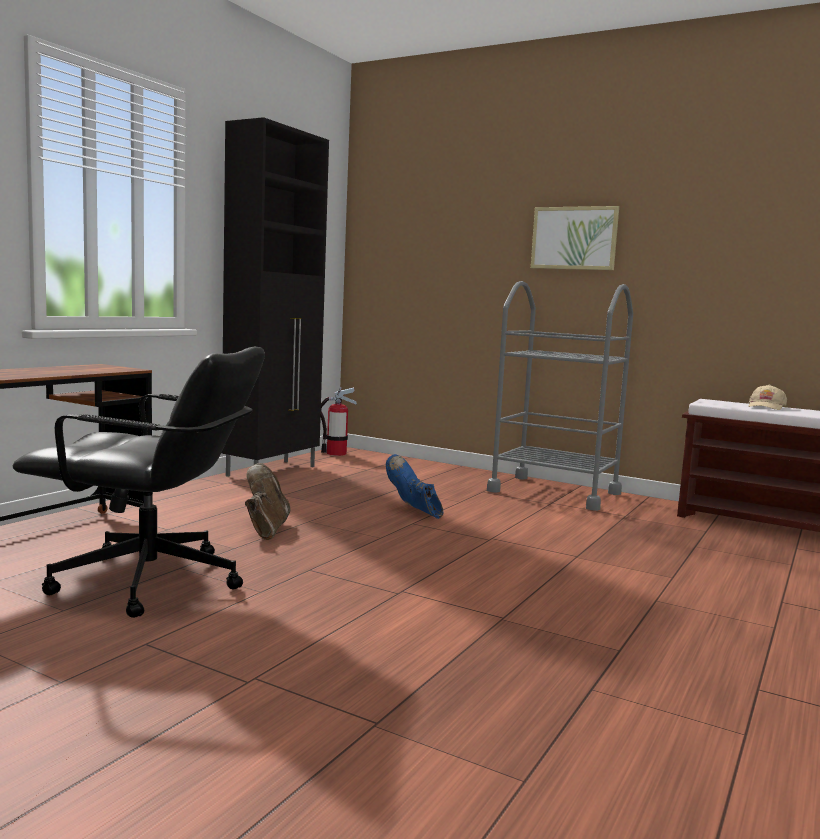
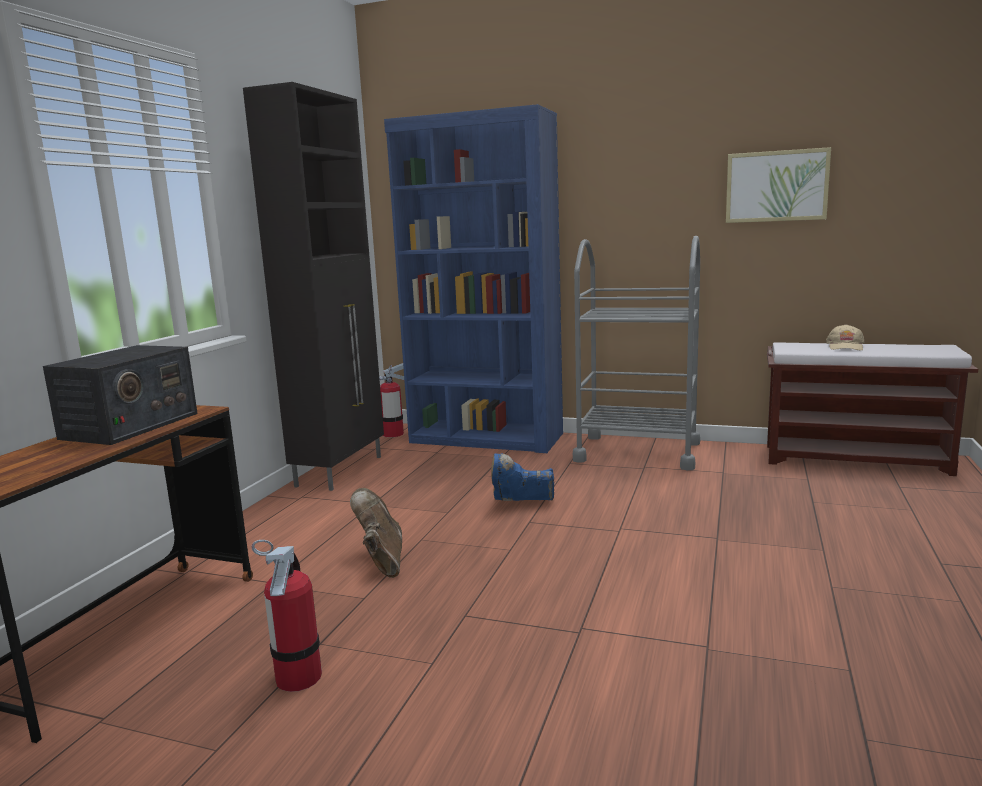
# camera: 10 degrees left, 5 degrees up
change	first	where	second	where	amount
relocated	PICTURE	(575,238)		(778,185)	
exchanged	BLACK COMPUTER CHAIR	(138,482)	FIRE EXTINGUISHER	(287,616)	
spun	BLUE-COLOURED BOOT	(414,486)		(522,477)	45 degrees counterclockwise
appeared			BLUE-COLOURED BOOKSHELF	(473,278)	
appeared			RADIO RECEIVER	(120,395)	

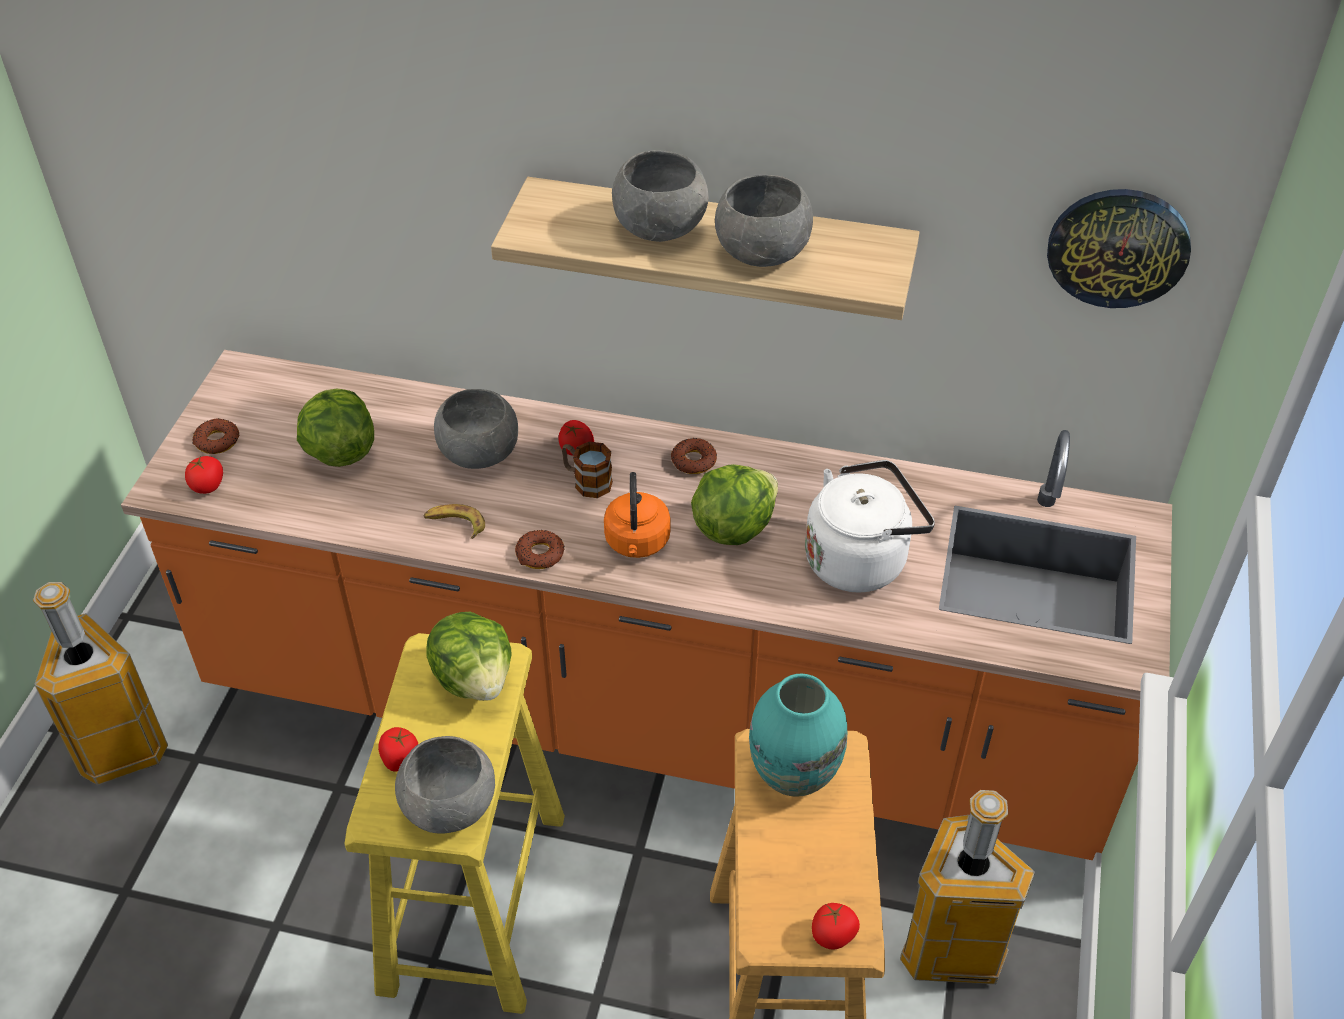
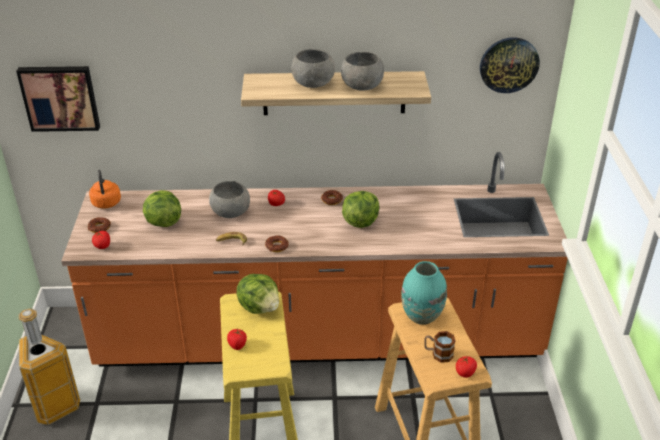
# camera: 15 degrees left, 10 degrees down
change	first	where	second	where	amount
relocated	COFFEE MUG	(587,470)		(439,347)	
missing	WHITISH TEA KETTLE	(870,526)			
relocated	ORANGEY TEA KETTLE	(637,515)		(105,189)	
missing	GRAY DEEP DISH	(445,785)			
missing	TRASH CAN	(967,887)			
appeared			PICTURE	(58,99)	

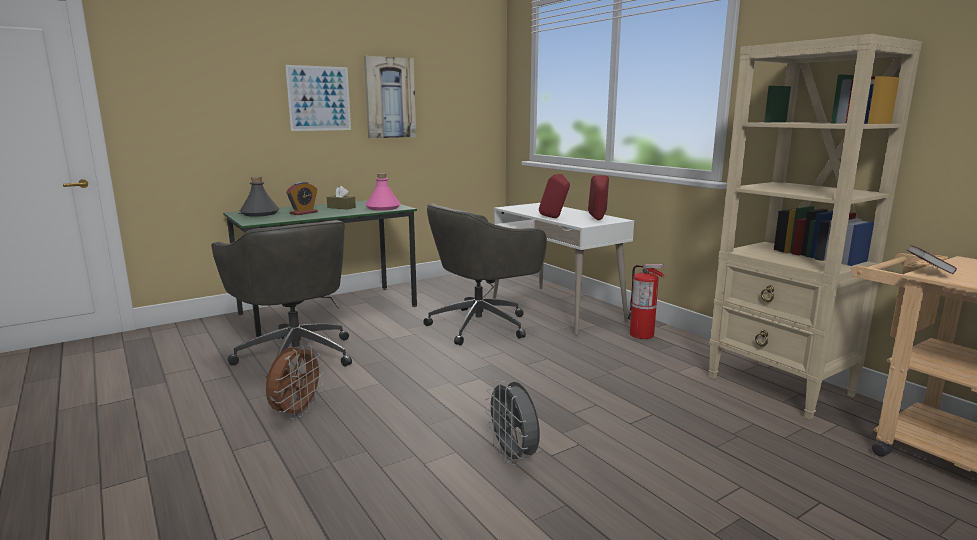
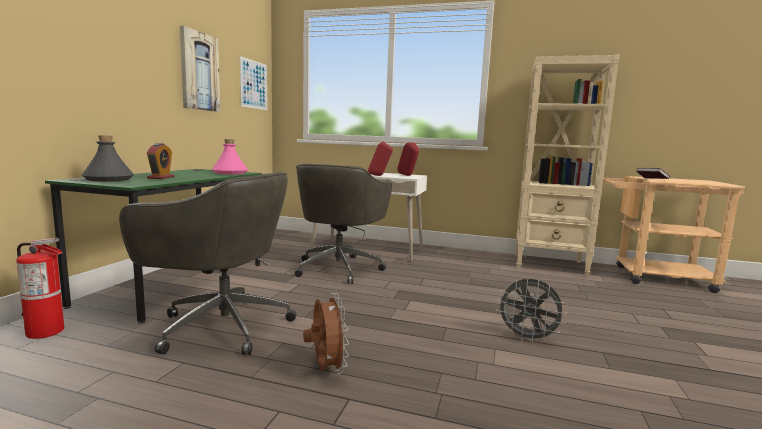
# camera: 40 degrees left, 5 degrees down
change	first	where	second	where	amount
relocated	PICTURE	(318,98)		(253,83)	
missing	BROWN TISSUE BOX	(341,198)			
relocated	FIRE EXTINGUISHER	(646,301)		(40,288)	

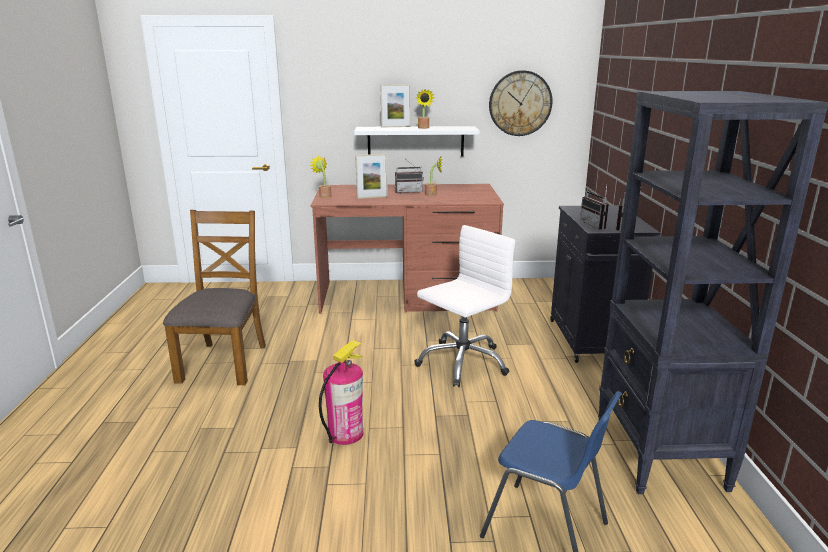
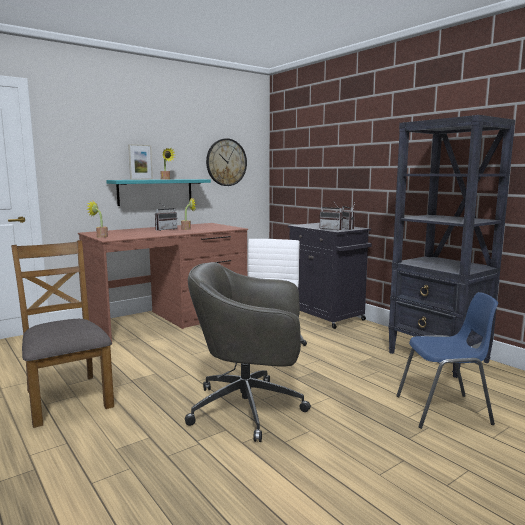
# camera: 35 degrees left, 10 degrees down
change	first	where	second	where	amount
colour	WHITISH WALL SHELF	(417,141)	BLUE-GREEN WALL SHELF	(158,192)	
missing	STANDING FRAME	(371,176)			
exchanged	FIRE EXTINGUISHER	(341,392)	GRAY COMPUTER CHAIR	(248,352)	

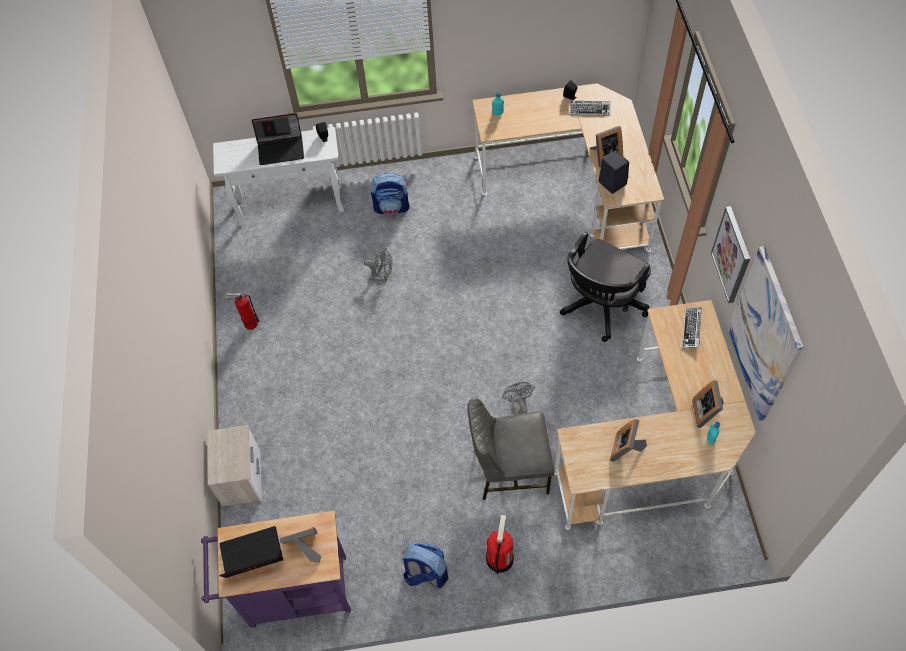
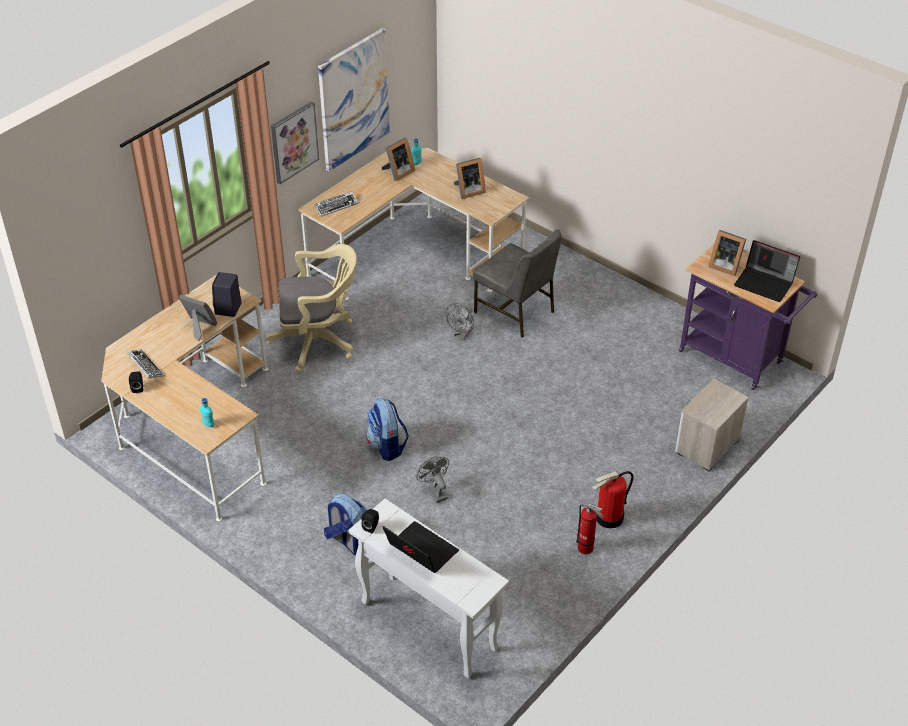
# camera: 135 degrees left, 15 degrees down
change	first	where	second	where	amount
colour	BLACK COMPUTER CHAIR	(605,287)	SAND-COLOURED COMPUTER CHAIR	(311,308)	
relocated	FIRE EXTINGUISHER	(500,544)		(613,499)	
relocated	RUCKSACK	(425,565)		(387,429)	

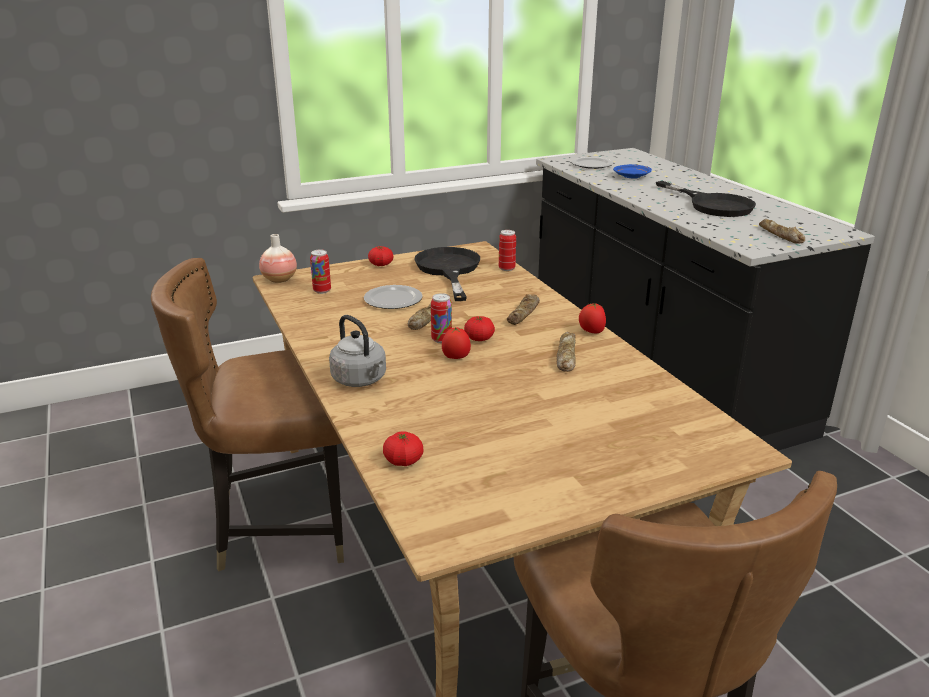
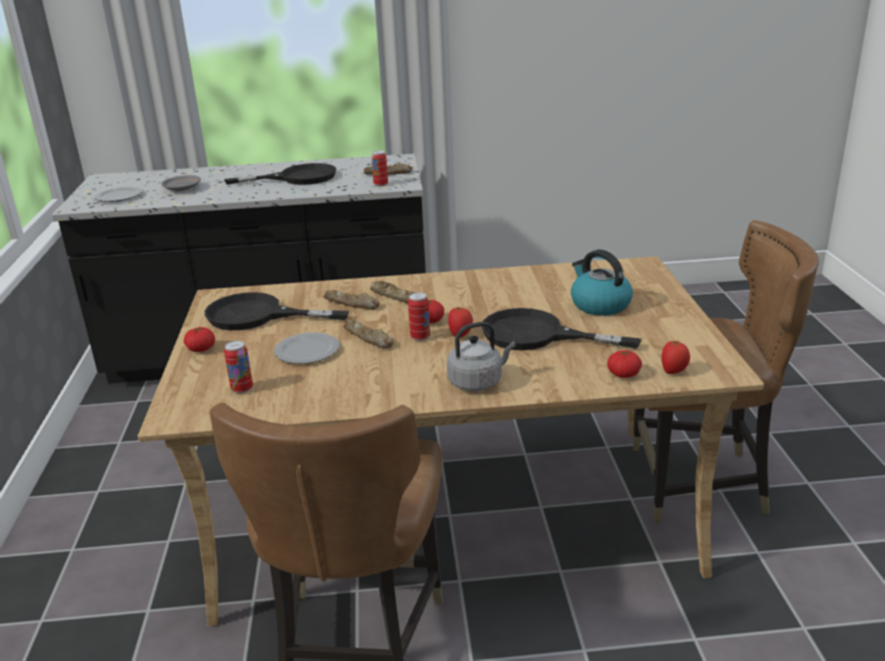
# camera: 70 degrees left, 0 degrees up
change	first	where	second	where	amount
colour	BLUE-COLOURED FLAT DISH	(632,171)	GRAY FLAT DISH	(181,183)	
relocated	SEALED CAN	(507,250)		(379,168)	
missing	VASE	(278,258)			
relocated	WHOLE TOMATO	(592,318)		(676,357)	
relocated	BREAD	(566,352)		(351,300)	
appeared			TEA KETTLE	(602,283)	
appeared			BLACK FRYING PAN	(561,329)	

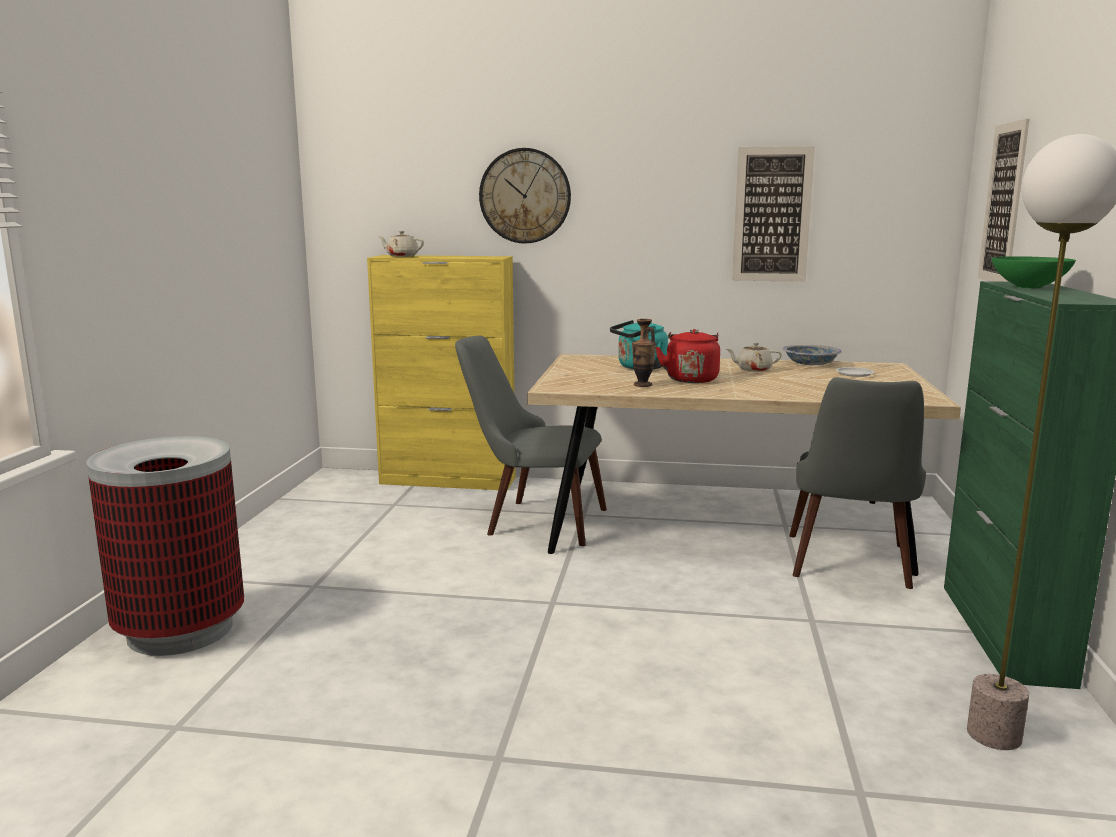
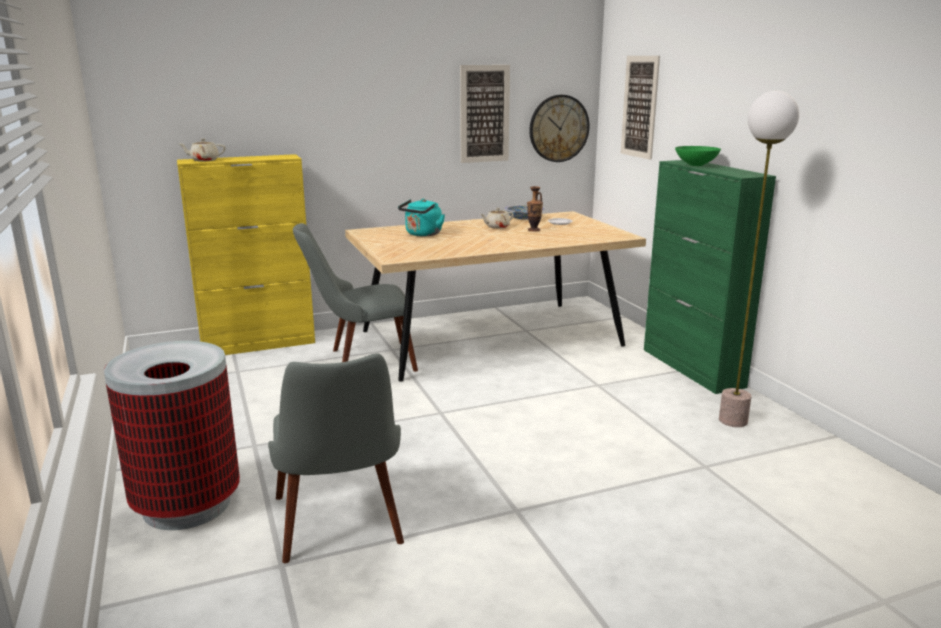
# camera: 30 degrees left, 5 degrees up
change	first	where	second	where	amount
relocated	WALL CLOCK	(525,196)		(559,128)	
relocated	VASE	(644,353)		(535,209)	
missing	RED TEA KETTLE	(688,356)			
relocated	GRAY PLAIN CHAIR	(857,483)		(336,458)	

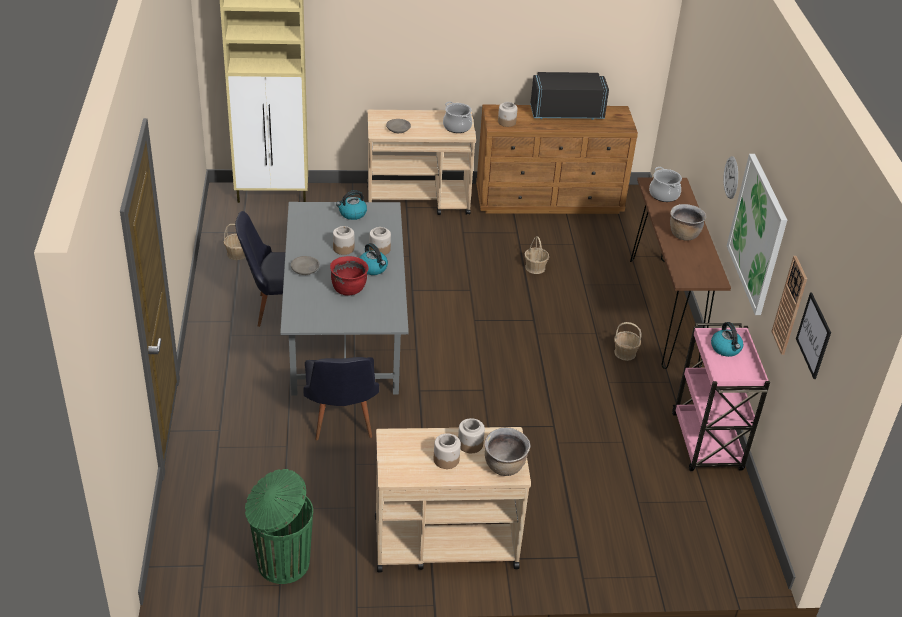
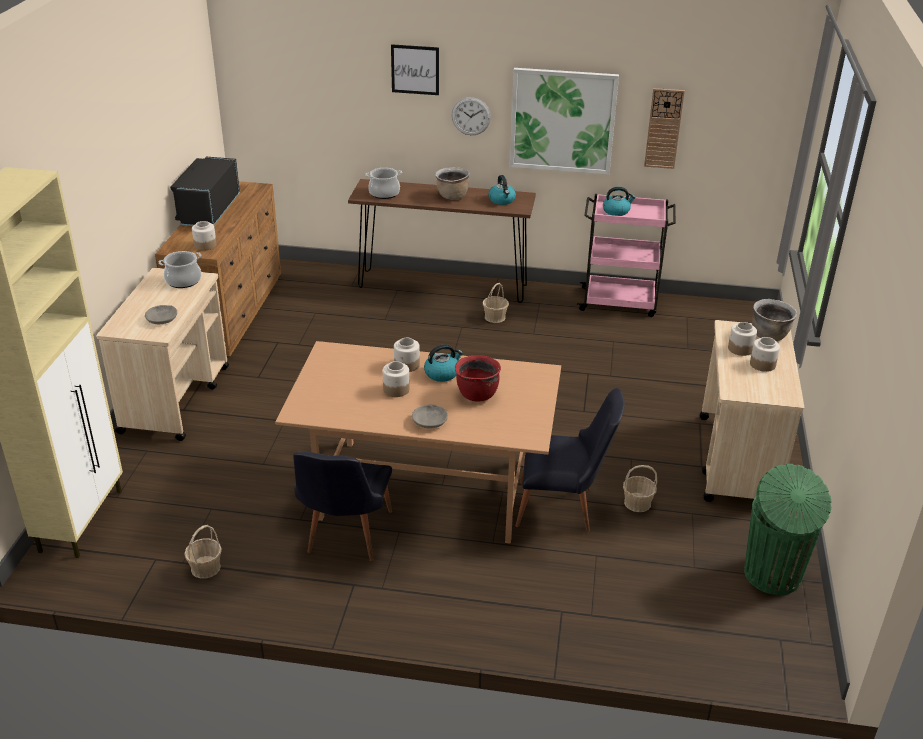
# camera: 75 degrees left, 5 degrees down
change	first	where	second	where	amount
relocated	TEA KETTLE	(351,205)		(502,190)	
colour	GRAY DINNER TABLE	(344,299)	BROWN DINNER TABLE	(418,442)	
relocated	STORAGE BASKET	(537,255)		(640,488)	
relocated	PICTURE	(813,336)		(415,69)	

